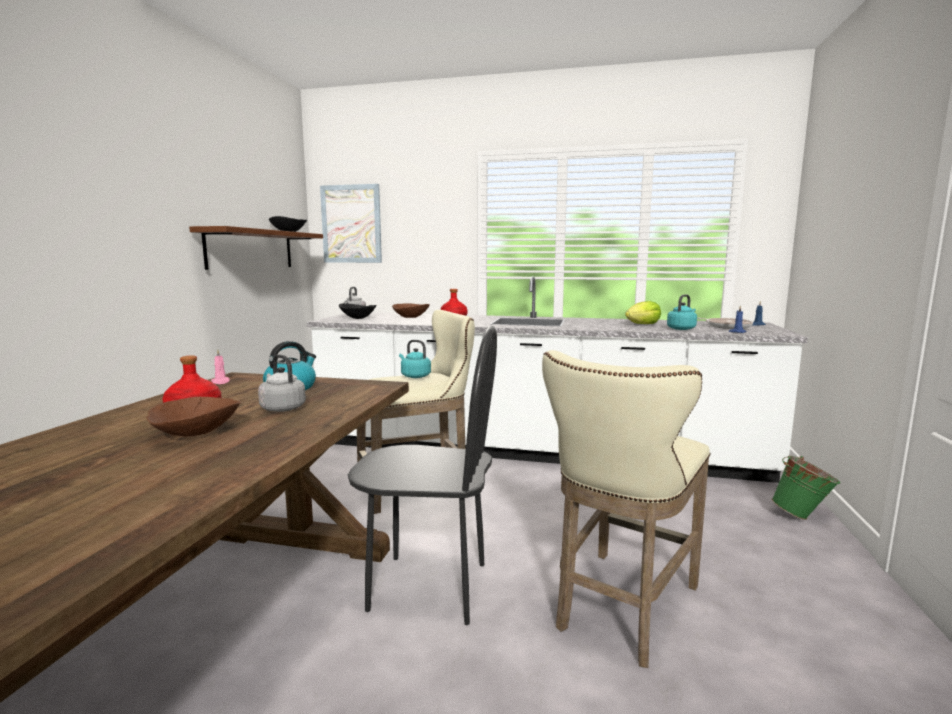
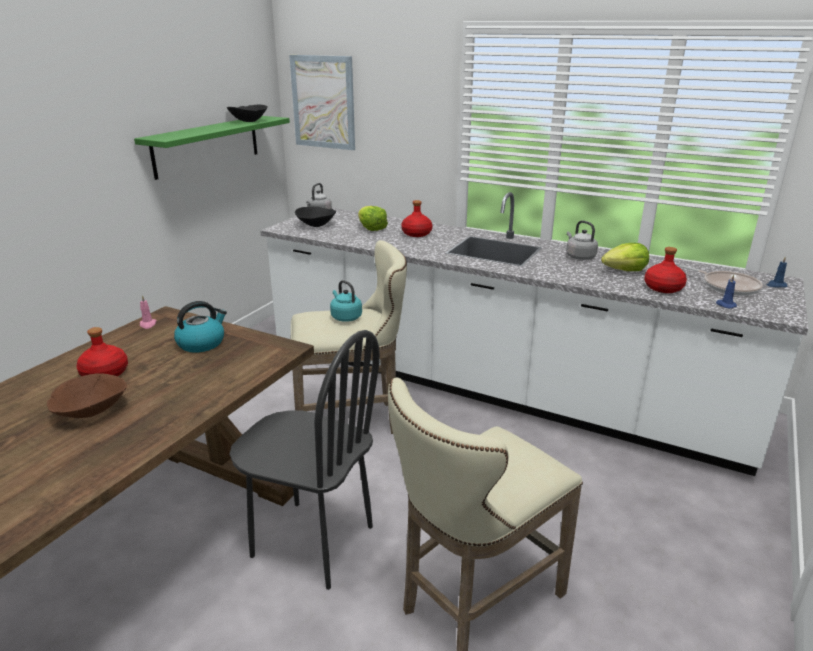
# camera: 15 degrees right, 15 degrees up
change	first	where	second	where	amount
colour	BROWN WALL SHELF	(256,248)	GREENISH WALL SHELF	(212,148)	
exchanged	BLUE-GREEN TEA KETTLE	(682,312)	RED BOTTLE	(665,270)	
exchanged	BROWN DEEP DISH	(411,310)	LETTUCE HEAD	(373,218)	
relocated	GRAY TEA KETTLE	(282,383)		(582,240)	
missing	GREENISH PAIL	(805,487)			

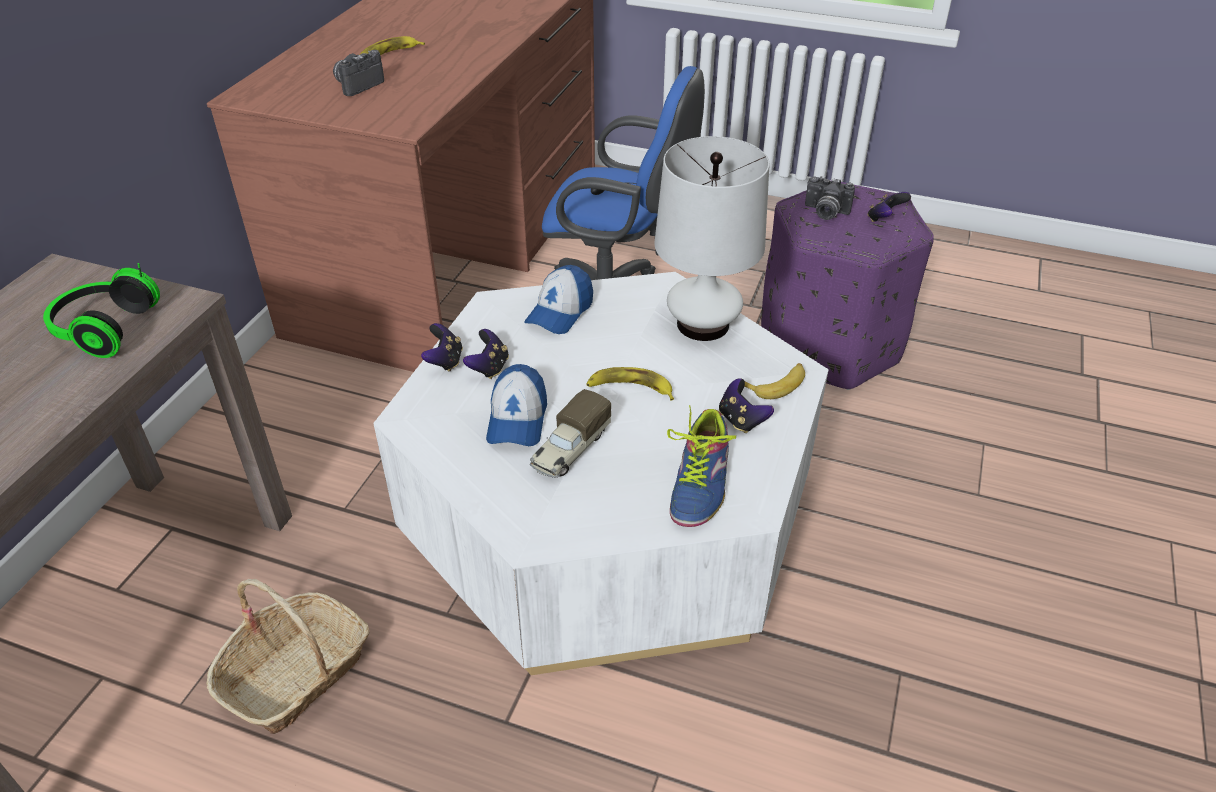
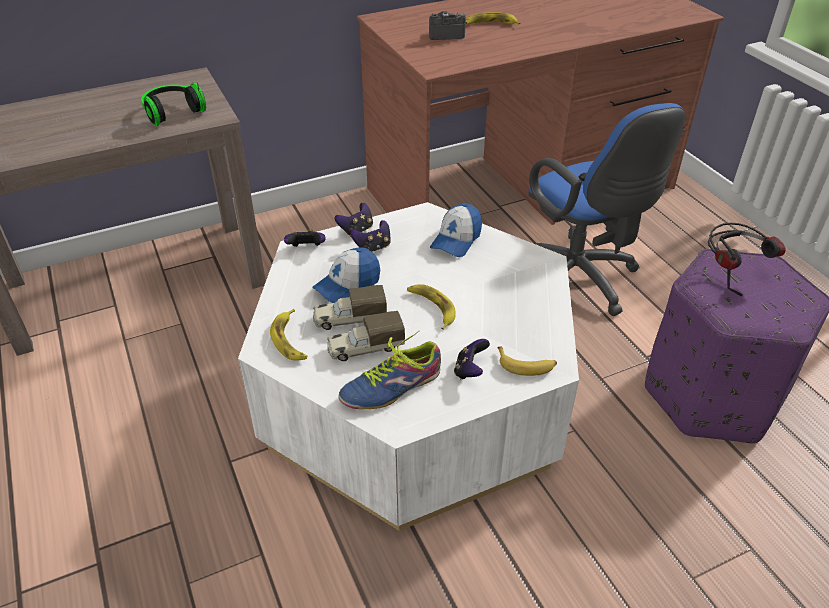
# camera: 45 degrees right, 0 degrees up
change	first	where	second	where	amount
missing	WHITISH LAMP FOR A TABLE	(712,238)			
exchanged	STILL CAMERA	(830,198)	PAIR OF HEADPHONES	(747,259)	
relocated	JOYPAD	(889,207)		(305,238)	
spun	CAP	(558,299)		(456,230)	45 degrees counterclockwise
missing	STORAGE BASKET	(288,656)			
appeared			BANANA FRUIT	(288,335)	
appeared			TOY TRUCK	(366,336)	

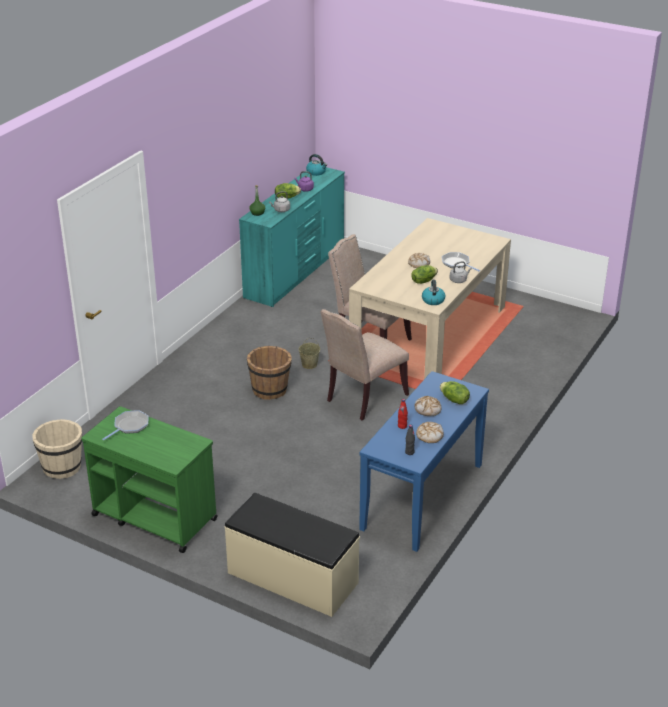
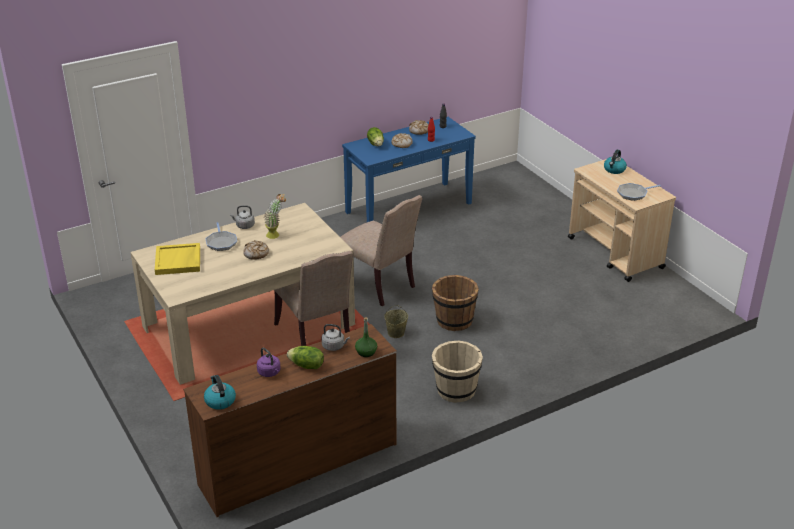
# camera: 150 degrees left, 0 degrees up
change	first	where	second	where	amount
colour	BLUE-GREEN CHEST OF DRAWERS	(292,237)	BROWN CHEST OF DRAWERS	(290,420)	
exchanged	LETTUCE HEAD	(424,274)	HOUSEPLANT	(275,216)	
relocated	TEA KETTLE	(433,292)		(615,162)	
spun	SAND-COLOURED PLAIN CHAIR	(365,364)		(381,250)	60 degrees clockwise
colour	GREENISH WHEELED CART	(150,479)	SAND-COLOURED WHEELED CART	(622,220)	
relocated	SAND-COLOURED PAIL	(57,449)		(457,371)	
missing	SAND-COLOURED INDOOR BENCH	(292,555)			
appeared			YELLOWISH SERVING TRAY	(177,259)	

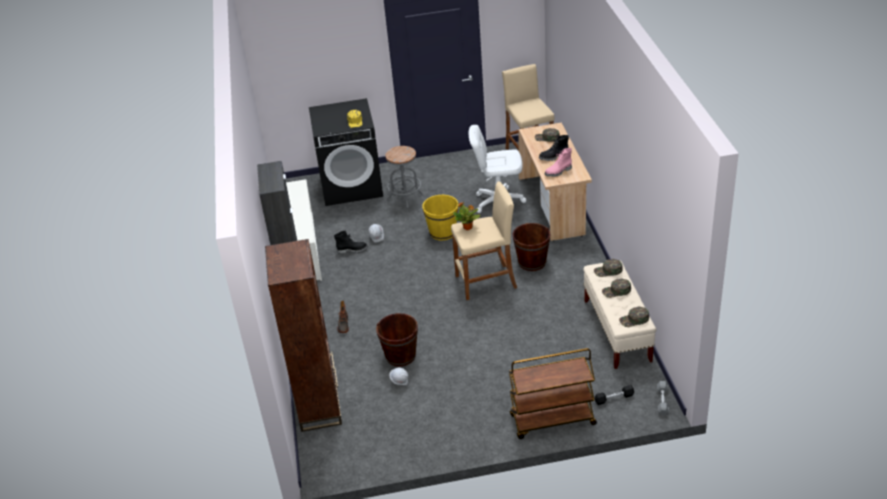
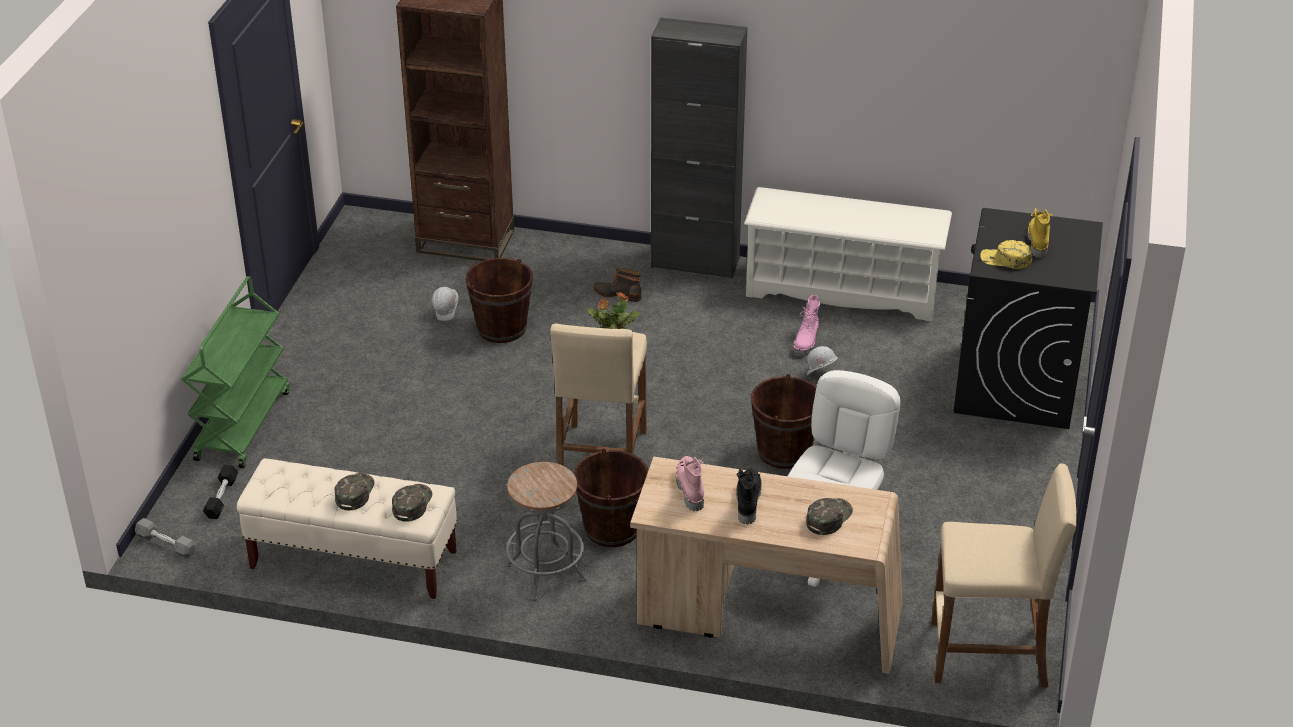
# camera: 110 degrees right, 0 degrees up
change	first	where	second	where	amount
relocated	GRAY SITTING STOOL	(404,177)		(546,531)	
colour	YELLOWISH PAIL	(440,218)	BROWN PAIL	(783,421)	
colour	BLACK BOOT	(351,242)	PINK BOOT	(806,325)	
missing	GREENISH CAP	(634,316)			
colour	BROWN WHEELED CART	(553,393)	GREENISH WHEELED CART	(235,372)	
appeared			YELLOWISH BOOT	(1040,233)	

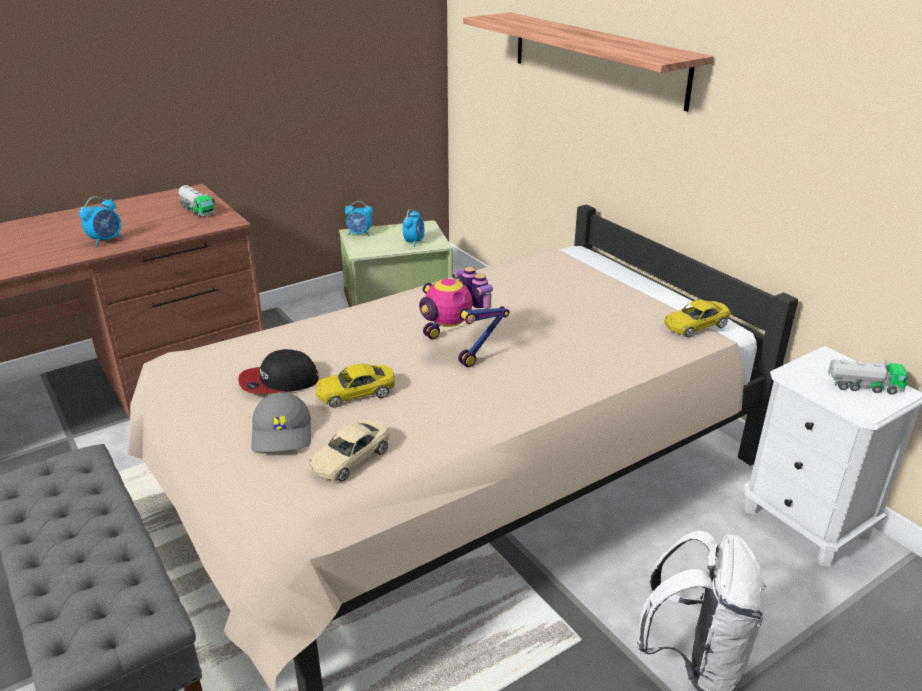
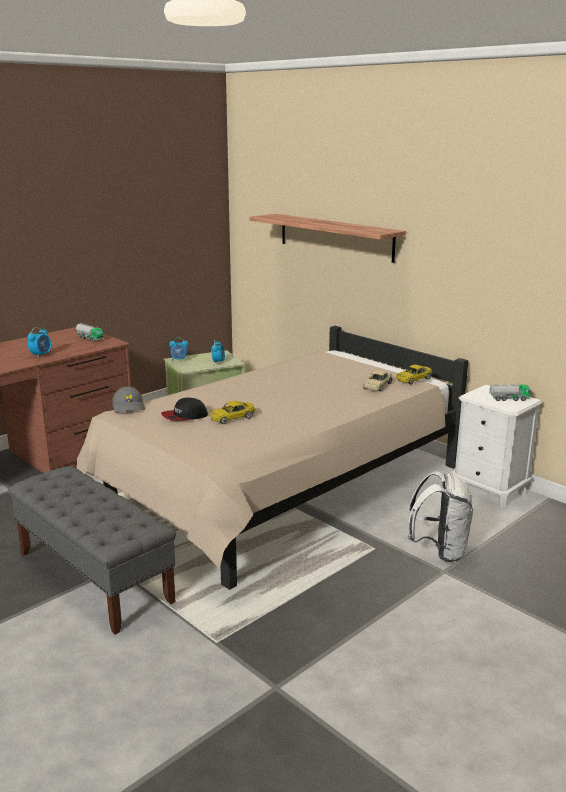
# camera: 10 degrees left, 10 degrees down
change	first	where	second	where	amount
missing	ROBOT FIGURE	(464,317)			
relocated	GRAY CAP	(281,422)		(128,399)	
relocated	SAND-COLOURED MODEL CAR	(349,450)		(377,380)	

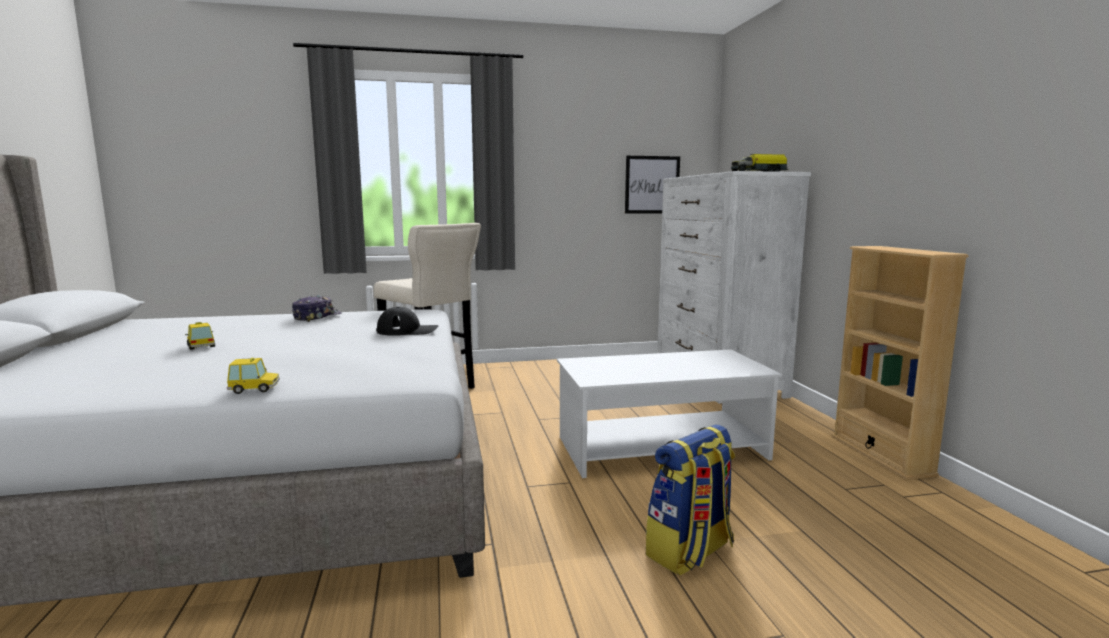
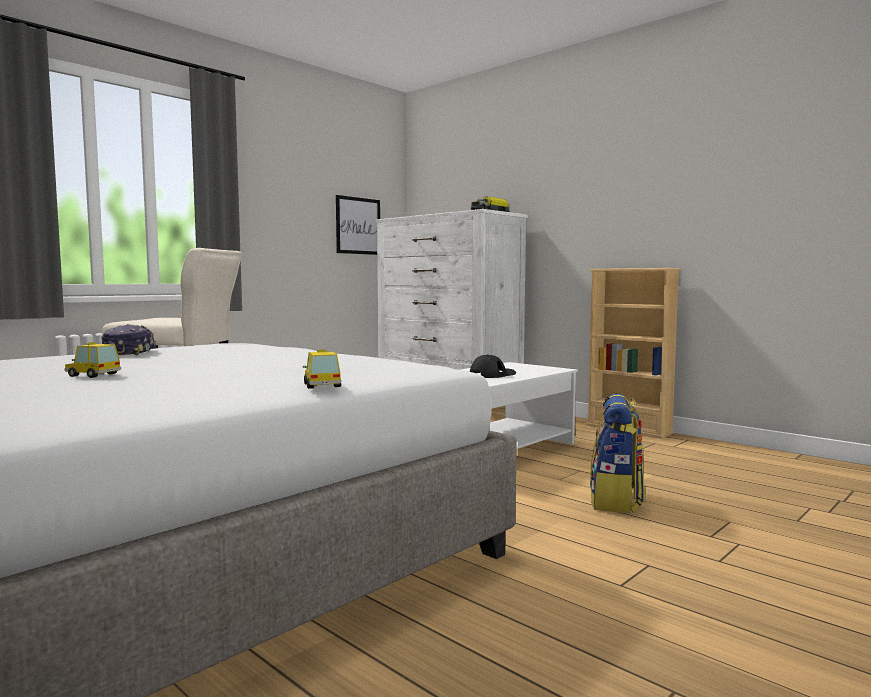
# camera: 35 degrees left, 5 degrees down
change	first	where	second	where	amount
relocated	BLACK CAP	(407,321)		(493,366)	
spun	MODEL CAR	(253,376)		(322,369)	60 degrees counterclockwise

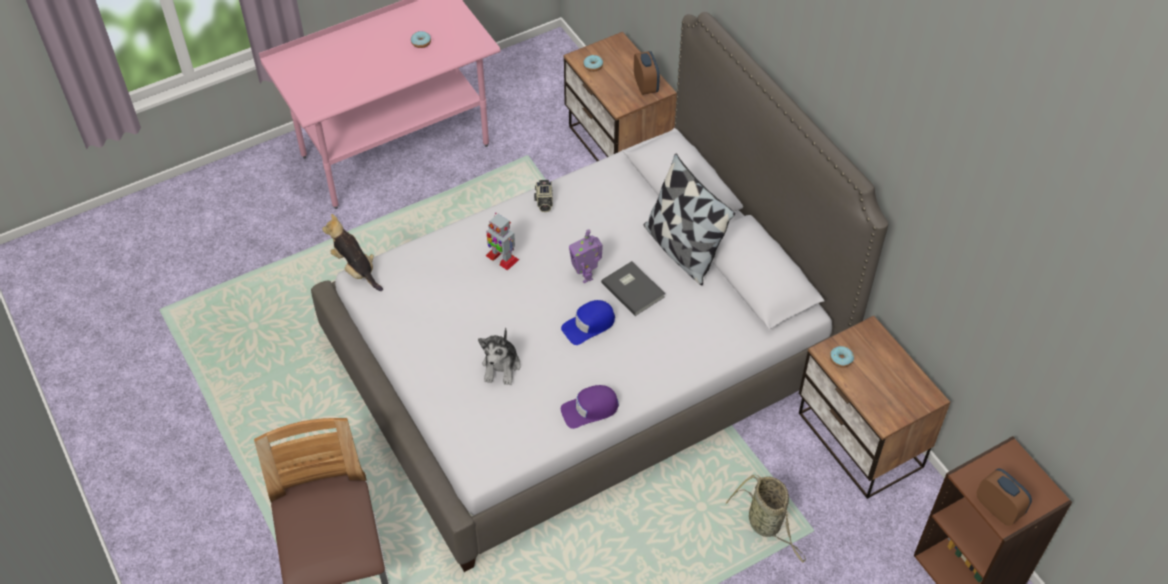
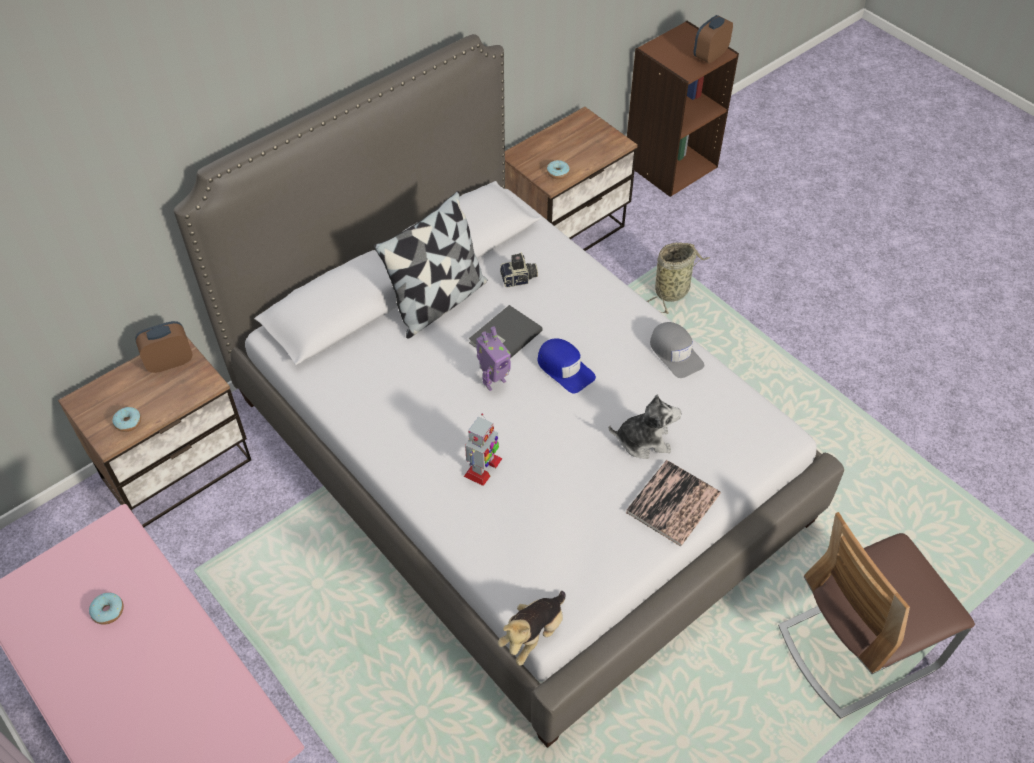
# camera: 100 degrees left, 0 degrees up
change	first	where	second	where	amount
relocated	STILL CAMERA	(543,196)		(519,269)	
colour	PURPLE CAP	(590,407)	GRAY CAP	(677,350)	
appeared			BOOK	(673,503)	

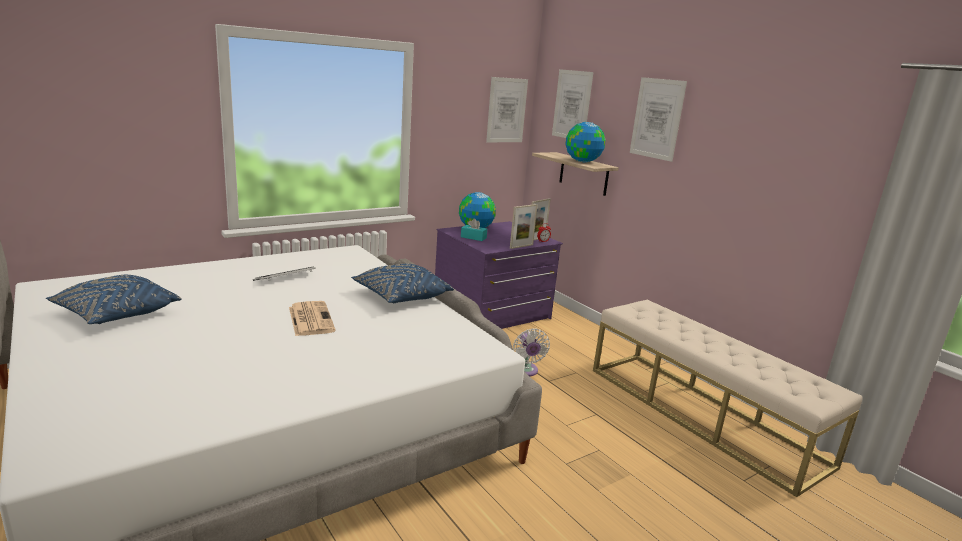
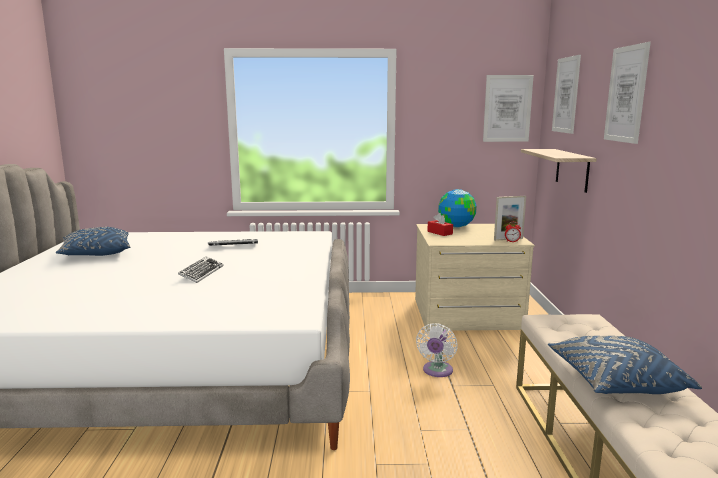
# camera: 35 degrees right, 5 degrees down
change	first	where	second	where	amount
missing	GLOBE	(585,142)			
missing	STANDING FRAME	(524,226)			
colour	BLUE-GREEN TISSUE BOX	(474,230)	RED TISSUE BOX	(440,224)	
colour	PURPLE CHEST OF DRAWERS	(499,275)	SAND-COLOURED CHEST OF DRAWERS	(475,277)	
relocated	BLUE-COLOURED PILLOW	(402,283)		(625,365)	
exchanged	DAILY PAPER	(312,318)	PC KEYBOARD	(201,269)	

